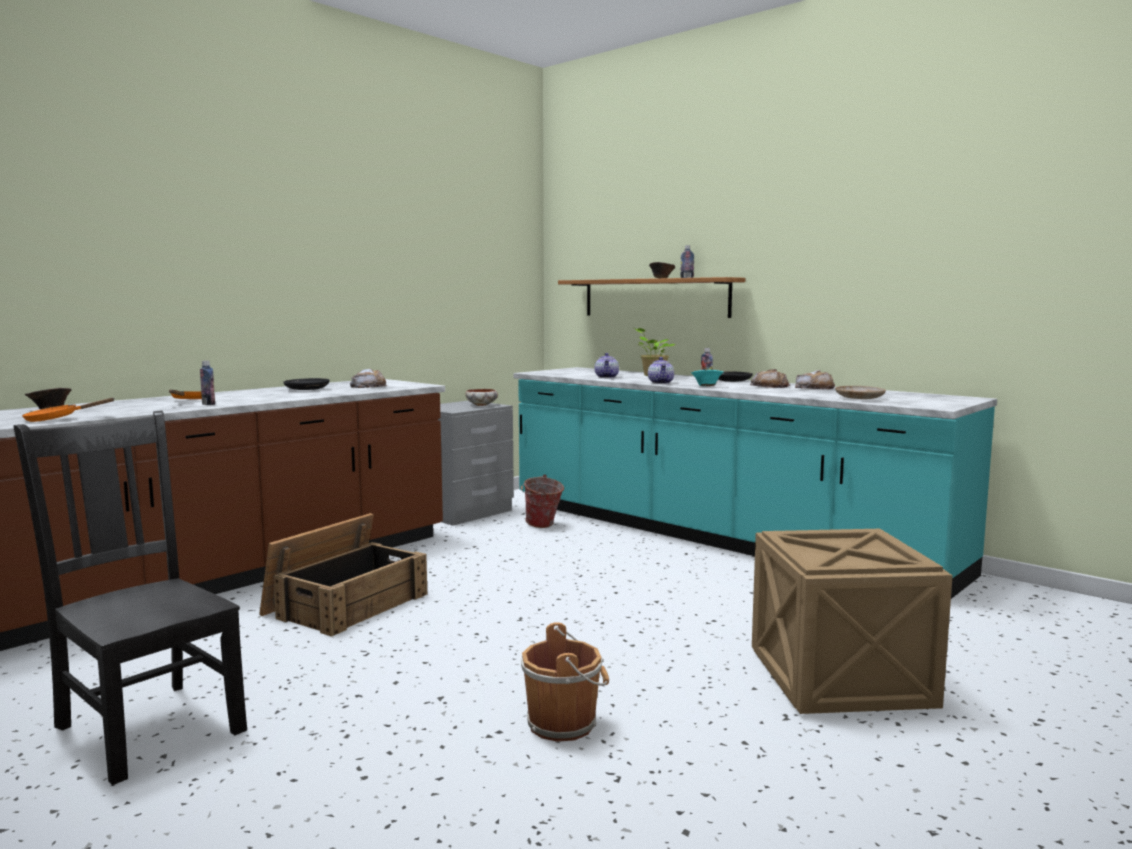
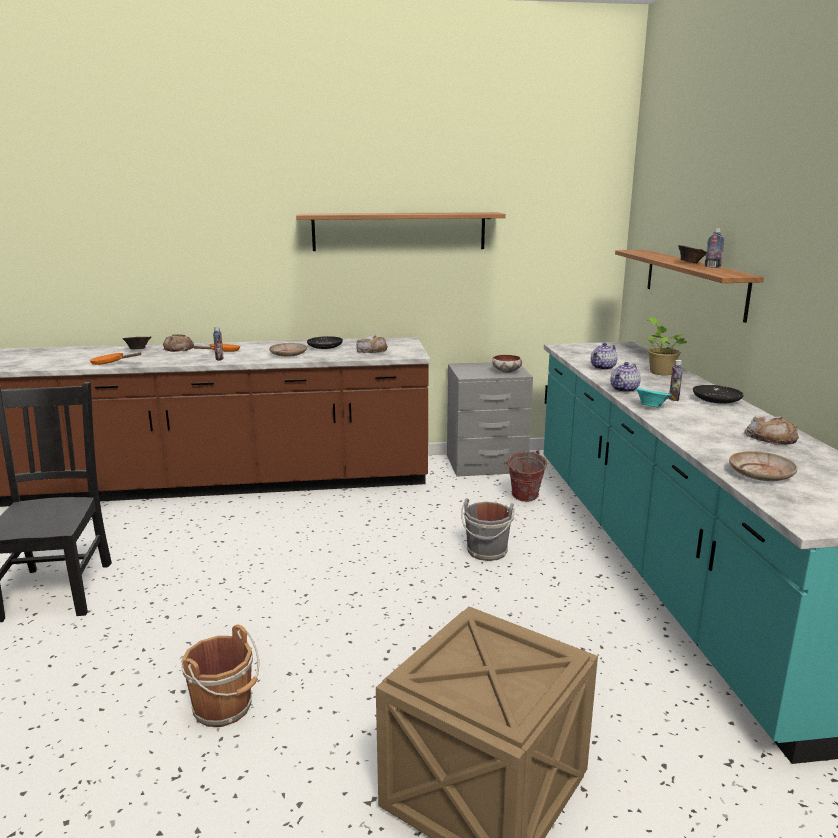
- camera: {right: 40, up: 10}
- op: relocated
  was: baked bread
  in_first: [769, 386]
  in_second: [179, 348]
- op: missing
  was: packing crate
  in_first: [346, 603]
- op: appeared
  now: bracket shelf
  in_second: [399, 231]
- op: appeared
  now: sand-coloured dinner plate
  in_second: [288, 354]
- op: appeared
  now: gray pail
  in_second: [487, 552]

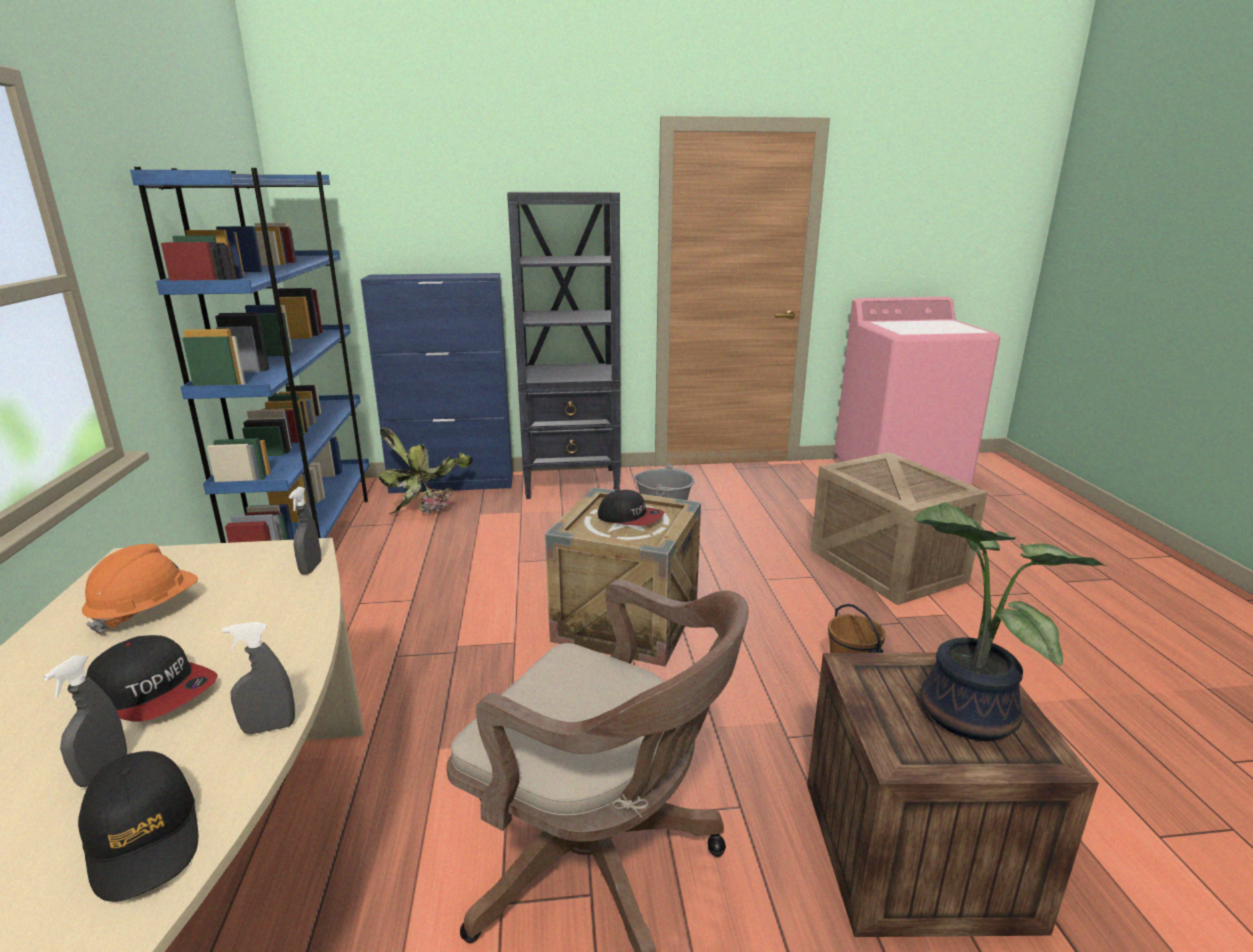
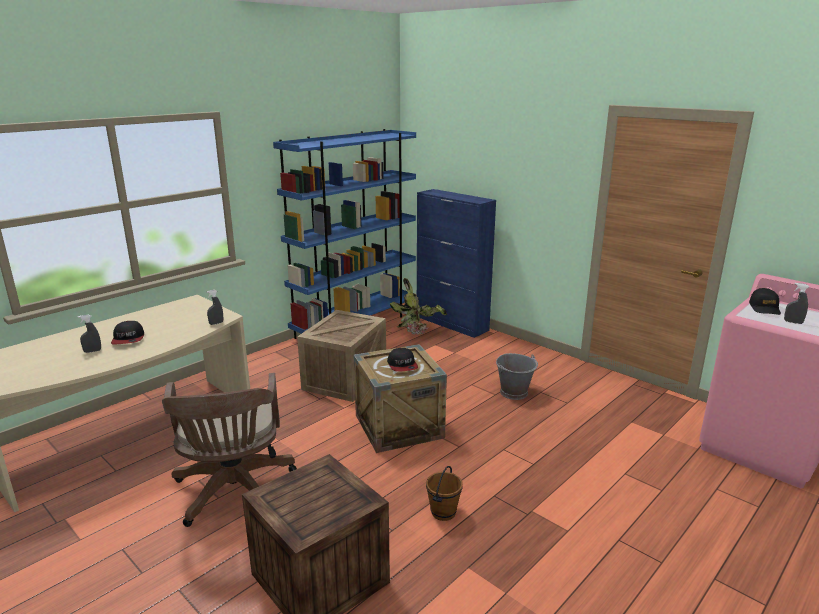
- camera: {right: 50, up: 0}
- op: missing
  was: black-coloured shelving unit
  in_first: [572, 483]
- op: relocated
  was: packing crate
  in_first: [889, 565]
  in_second: [345, 379]
- op: missing
  was: plant in a pot
  in_first: [960, 712]
- op: missing
  was: orangey hard hat
  in_first: [146, 610]
- op: relocated
  was: gray hand sprayer
  in_first: [269, 728]
  in_second: [793, 322]
- op: relocated
  was: black-coloured peaked cap
  in_first: [144, 837]
  in_second: [764, 308]

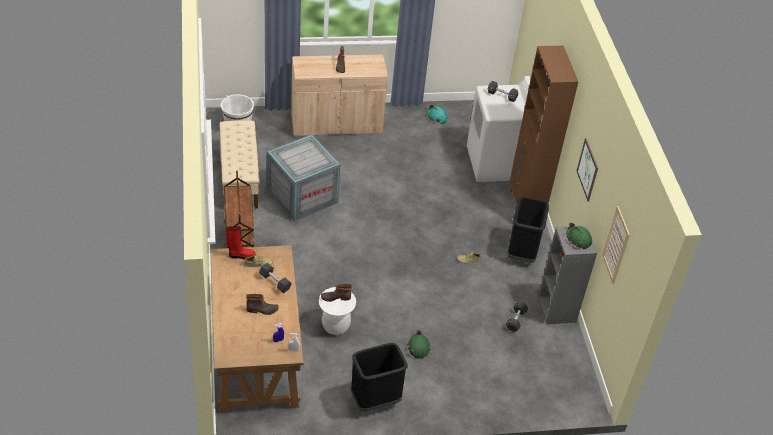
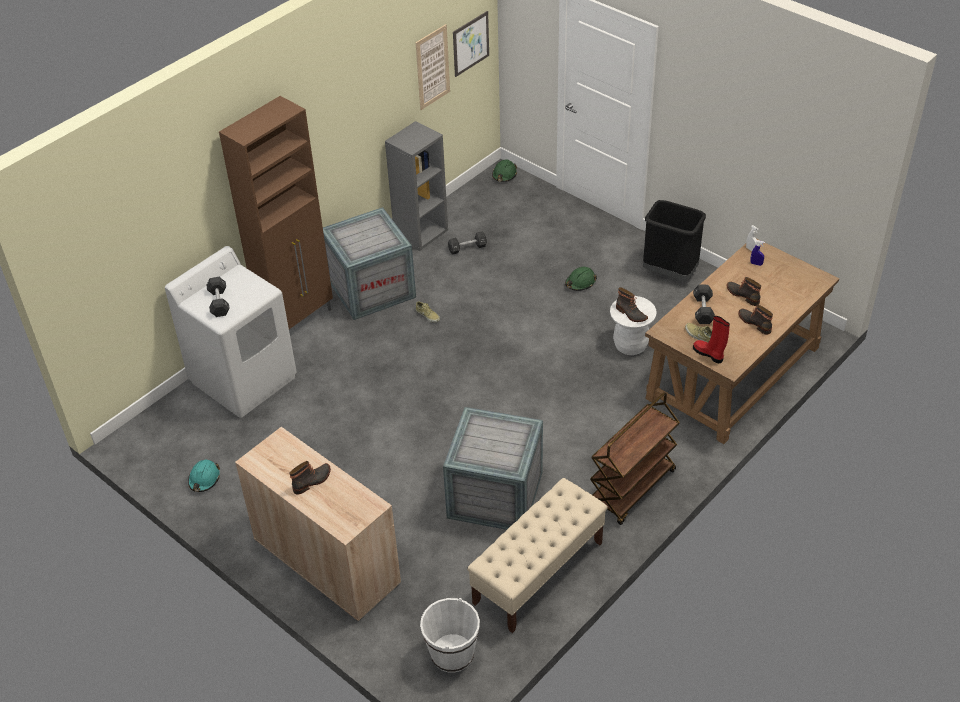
- camera: {right: -125, up: 0}
- op: relocated
  was: wall art
  in_first: [587, 169]
  in_second: [470, 43]
- op: exchanged
  was: black-coloured trash can
  now: packing crate
  in_first: [522, 253]
  in_second: [372, 288]
- op: relocated
  was: green hard hat
  in_first: [578, 239]
  in_second: [504, 175]
- op: appeared
  now: tall boot
  in_second: [755, 323]

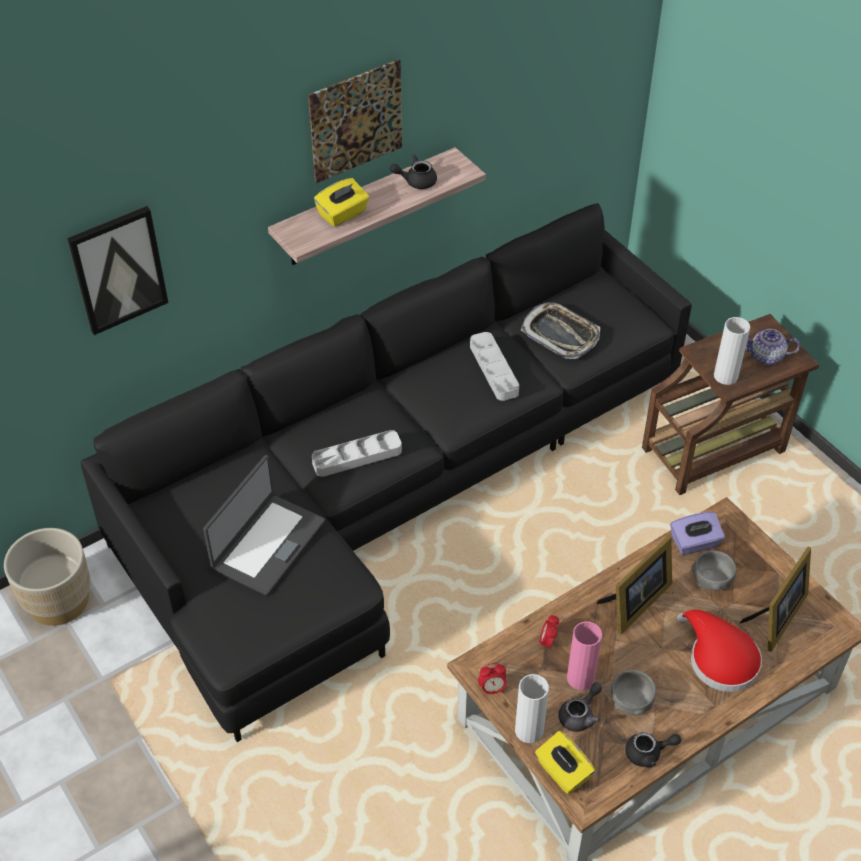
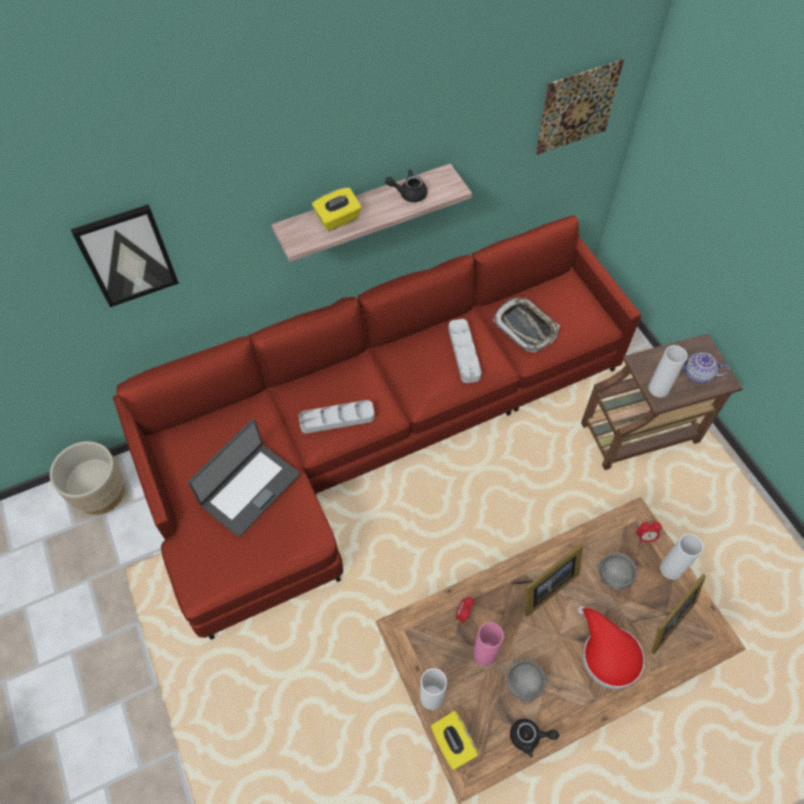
- camera: {right: 10, up: 10}
- op: relocated
  was: wall art
  in_first: [356, 121]
  in_second: [577, 107]
- op: colour
  was: black-coloured sofa
  now: reddish sofa
  in_first: [388, 492]
  in_second: [370, 434]
- op: missing
  was: purple box of tissues
  in_first: [694, 543]
- op: relocated
  was: alarm clock
  in_first: [492, 689]
  in_second: [645, 537]
- op: missing
  was: gray pot for tea
  in_first: [580, 715]
- op: appeared
  now: whitish flower vase
  in_second: [671, 569]

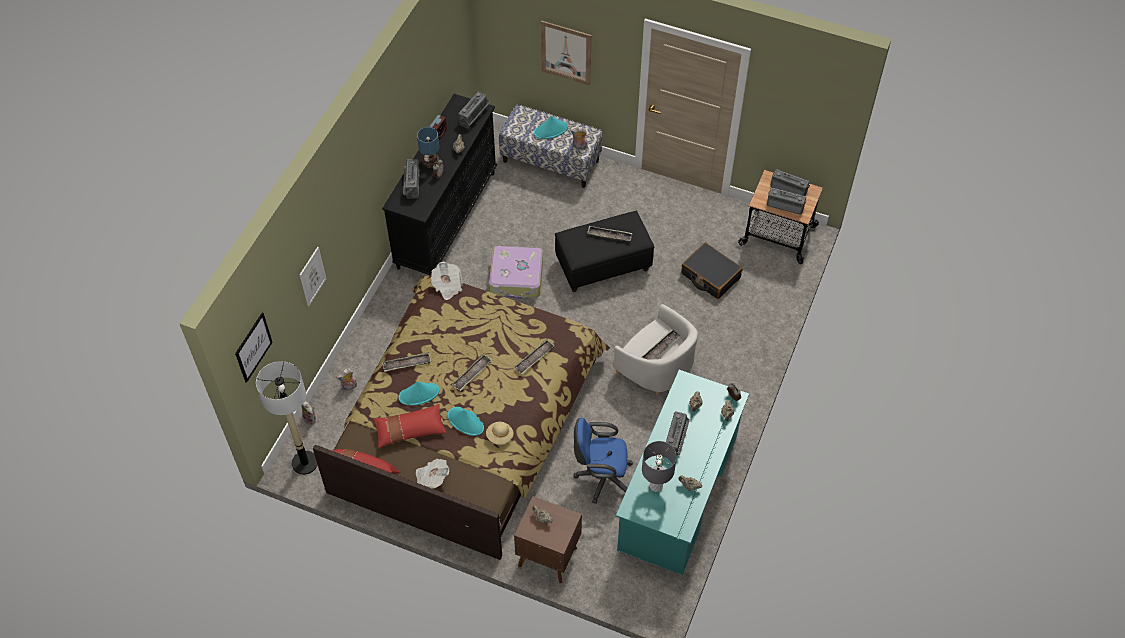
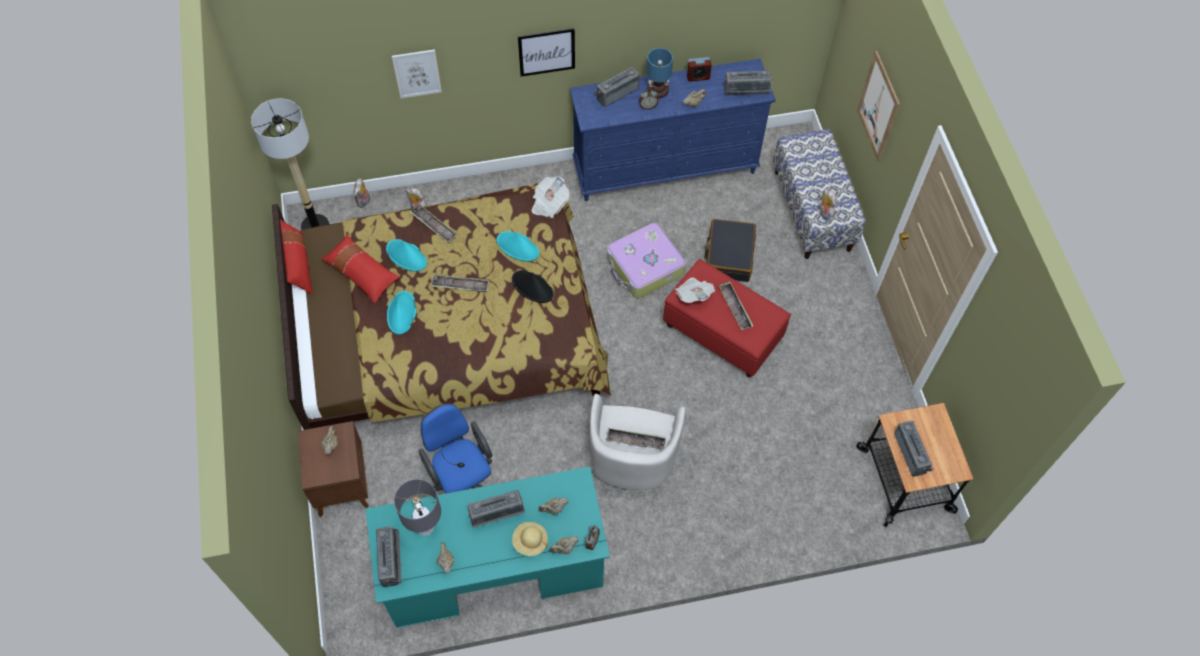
- camera: {right: 55, up: 5}
- op: colour
  was: black-coloured chest of drawers
  now: bluish chest of drawers
  in_first: [447, 219]
  in_second: [666, 169]
- op: relocated
  was: blue-green hat
  in_first: [551, 130]
  in_second: [518, 247]
- op: relocated
  was: radio receiver
  in_first: [789, 188]
  in_second: [392, 560]
- op: colour
  was: black-coloured footrest
  now: reddish footrest
  in_first: [602, 265]
  in_second: [721, 332]
- op: relocated
  was: black-coloured travel case
  in_first: [710, 276]
  in_second: [729, 256]
- op: relocated
  was: wall art
  in_first: [253, 347]
  in_second: [546, 52]
- op: missing
  was: tray
  in_first: [534, 358]
- op: relocated
  was: sand-coloured hat
  in_first: [500, 436]
  in_second: [530, 542]
- op: relocated
  was: daily paper
  in_first: [432, 478]
  in_second: [694, 295]
- op: appeared
  now: black-coloured hat
  in_second: [533, 287]

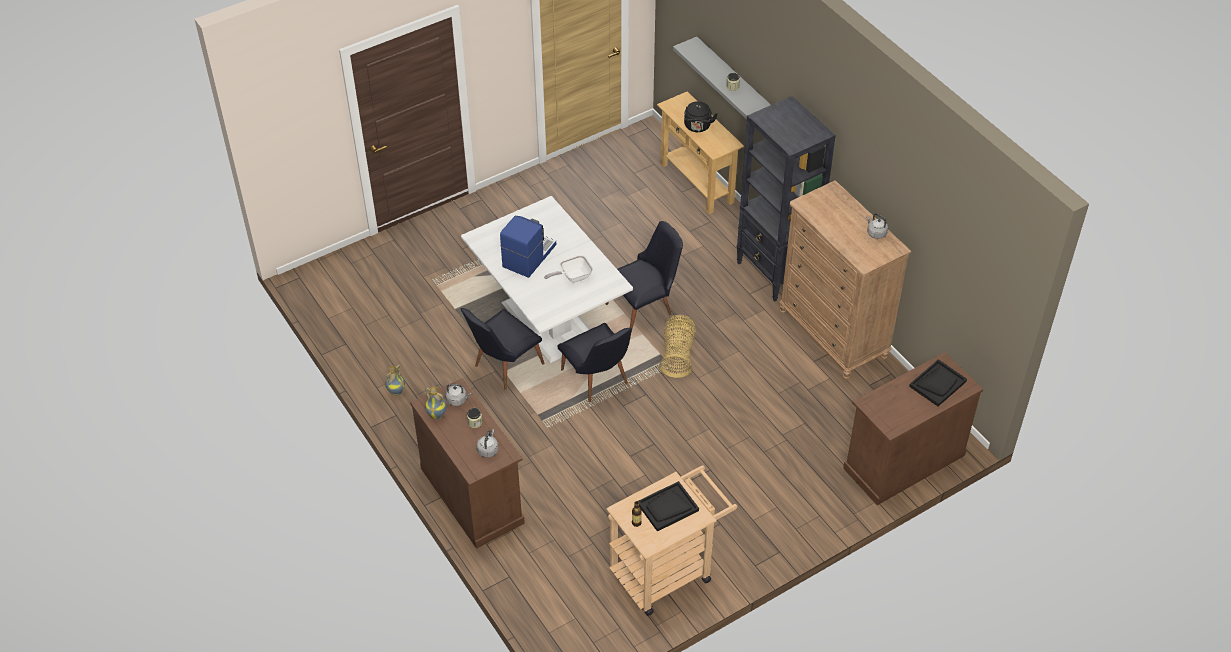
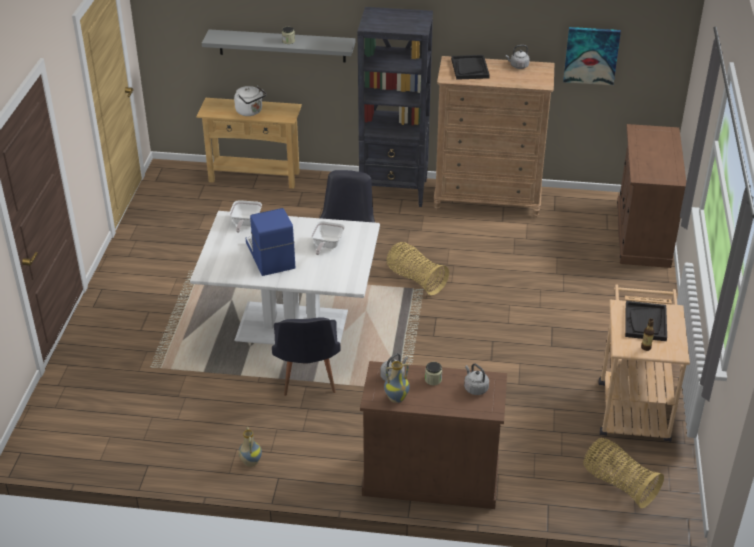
- camera: {right: -50, up: -10}
- op: colour
  was: black-coloured water kettle
  now: whitish water kettle
  in_first: [697, 127]
  in_second: [250, 112]
- op: missing
  was: black-coloured plain chair
  in_first: [597, 381]
- op: relocated
  was: black-coloured tray
  in_first: [937, 384]
  in_second: [469, 68]
- op: appeared
  now: wall art
  in_second: [591, 55]
- op: appeared
  now: frying pan
  in_second: [245, 224]
- op: appeared
  now: storage basket
  in_second: [618, 484]

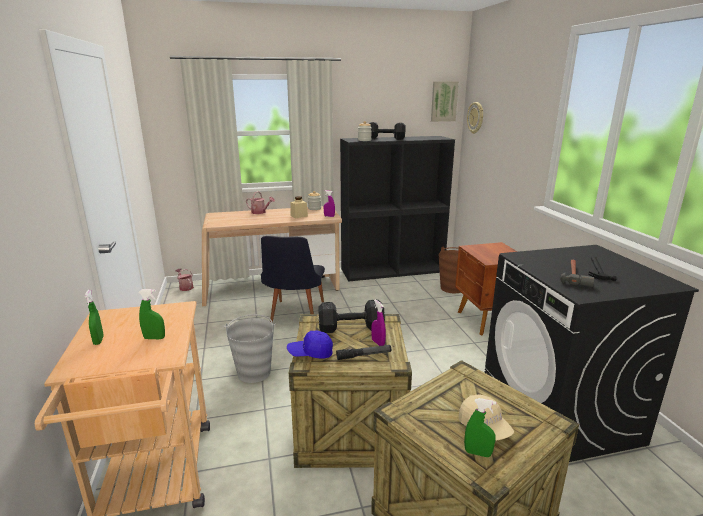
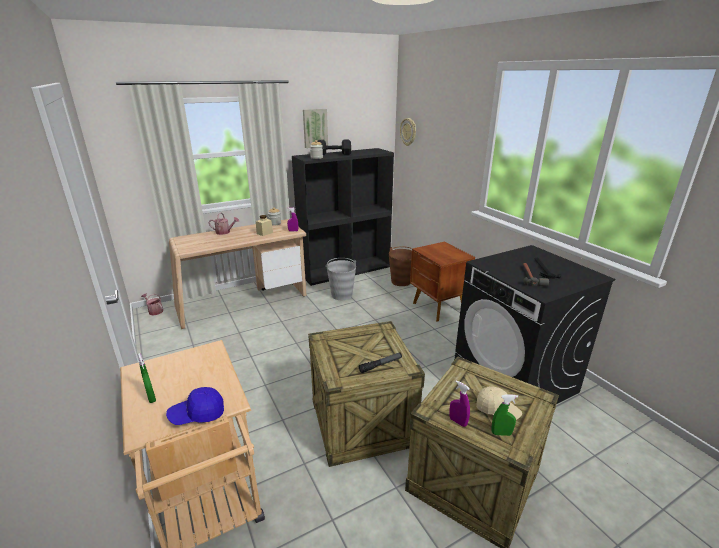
- camera: {right: -15, up: 5}
- op: relocated
  was: wall art
  in_first: [443, 101]
  in_second: [315, 128]
- op: missing
  was: black-coloured plain chair
  in_first: [294, 316]
- op: missing
  was: green hand sprayer
  in_first: [154, 338]
- op: missing
  was: black-coloured dumbbell
  in_first: [349, 327]
- op: relocated
  was: purple hand sprayer
  in_first: [378, 343]
  in_second: [458, 422]
- op: relocated
  was: gray pail
  in_first: [254, 372]
  in_second: [341, 295]
- op: relocated
  was: bluish peaked cap
  in_first: [310, 353]
  in_second: [197, 415]

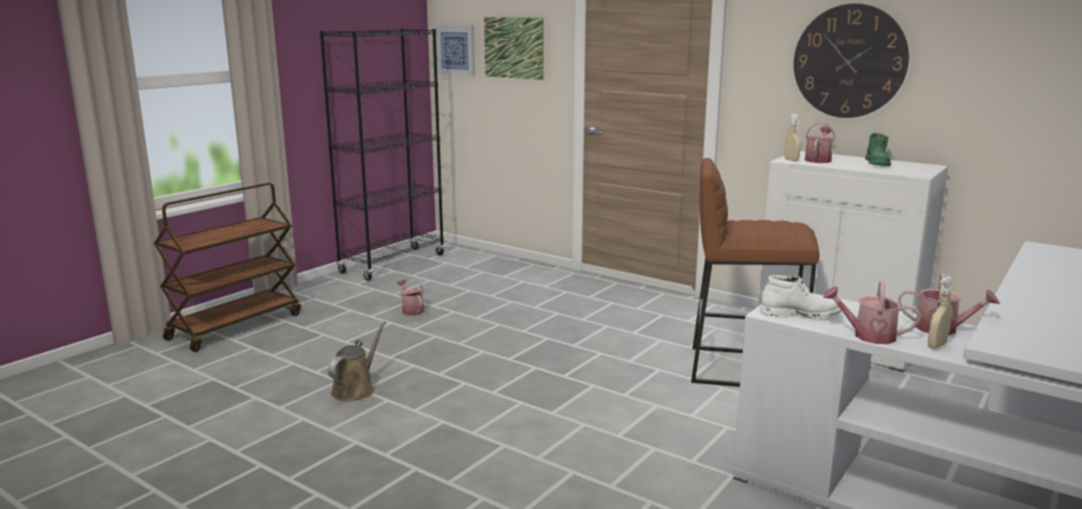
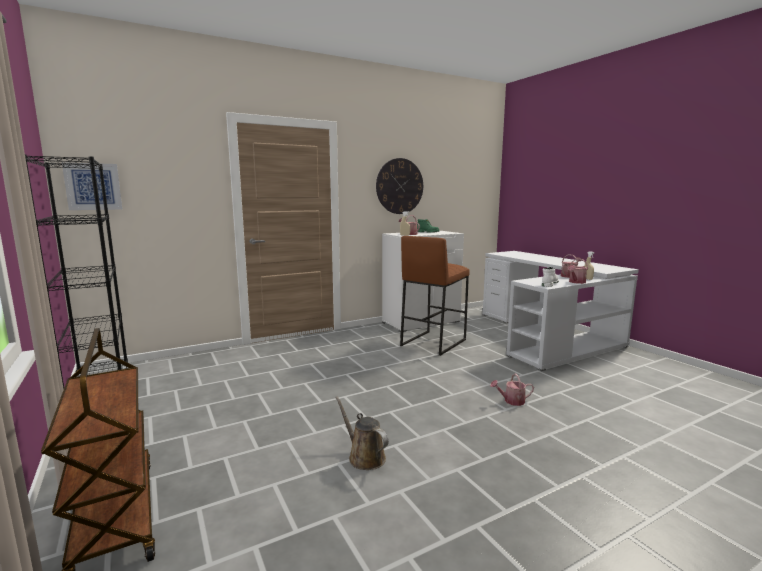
- camera: {right: -65, up: -5}
- op: missing
  was: wall art
  in_first: [513, 47]
- op: relocated
  was: sprinkling can
  in_first: [411, 310]
  in_second: [511, 401]

